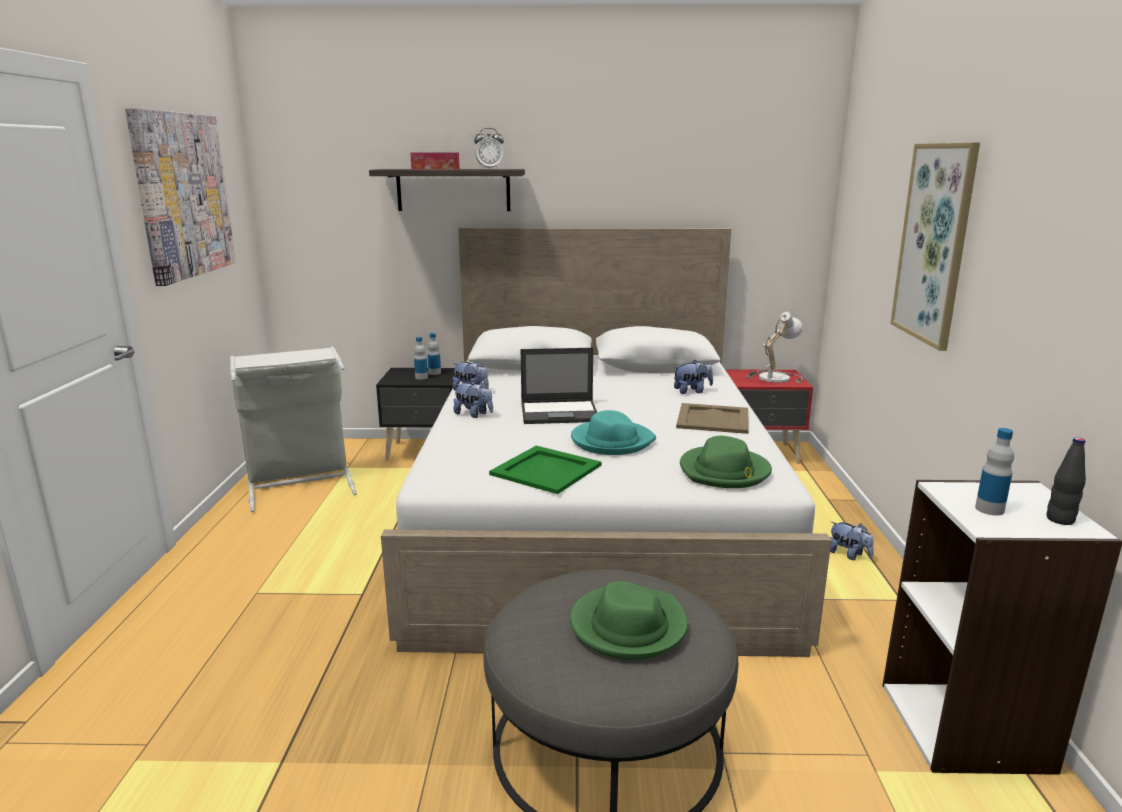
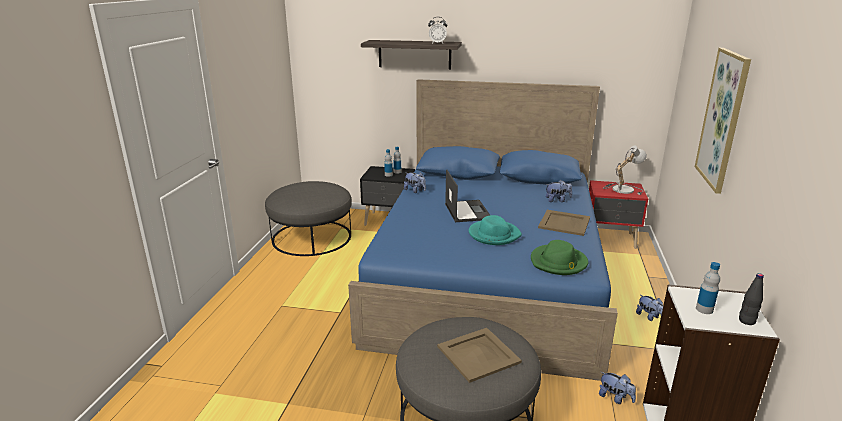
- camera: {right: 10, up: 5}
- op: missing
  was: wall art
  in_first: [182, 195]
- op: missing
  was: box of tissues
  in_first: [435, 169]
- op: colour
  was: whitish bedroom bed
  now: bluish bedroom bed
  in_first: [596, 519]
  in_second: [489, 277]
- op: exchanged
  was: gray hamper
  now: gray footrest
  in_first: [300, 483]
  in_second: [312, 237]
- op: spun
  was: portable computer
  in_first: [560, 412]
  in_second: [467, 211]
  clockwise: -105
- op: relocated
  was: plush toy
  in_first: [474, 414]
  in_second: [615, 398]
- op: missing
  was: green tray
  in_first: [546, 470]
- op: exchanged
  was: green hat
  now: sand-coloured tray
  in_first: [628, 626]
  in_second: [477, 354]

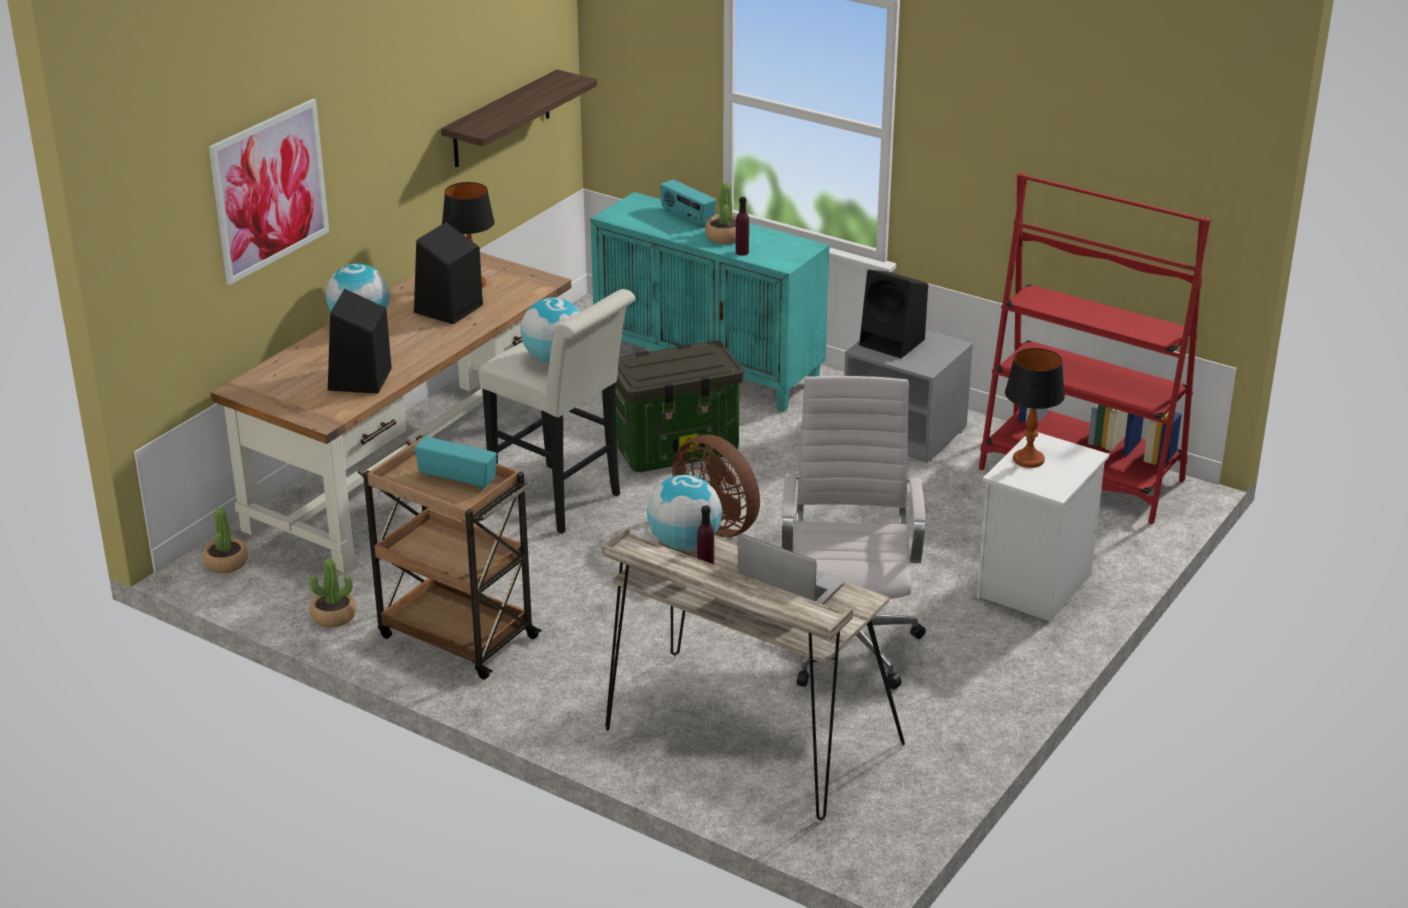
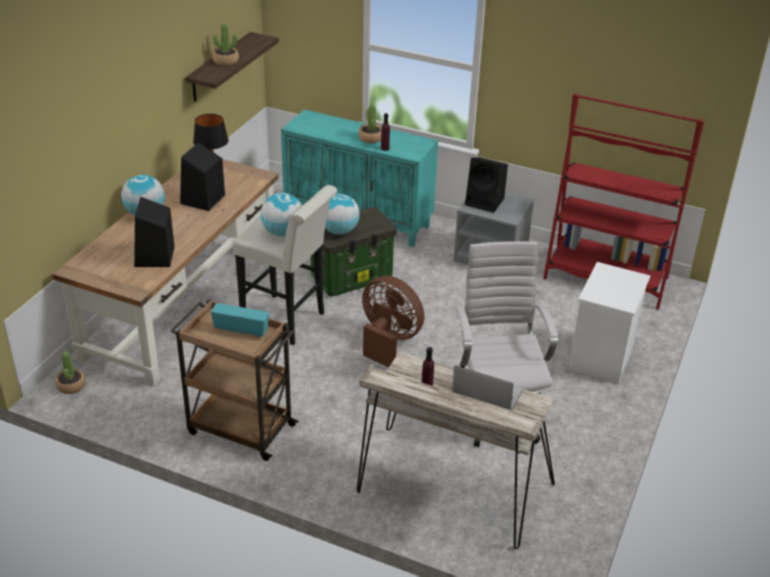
- camera: {right: -10, up: 5}
- op: missing
  was: wall art
  in_first: [269, 190]
- op: missing
  was: radio receiver
  in_first: [687, 217]
- op: missing
  was: table lamp
  in_first: [1029, 460]
- op: relocated
  was: globe
  in_first: [684, 543]
  in_second: [339, 231]
- op: relocated
  was: plant in a pot
  in_first: [333, 616]
  in_second: [226, 61]

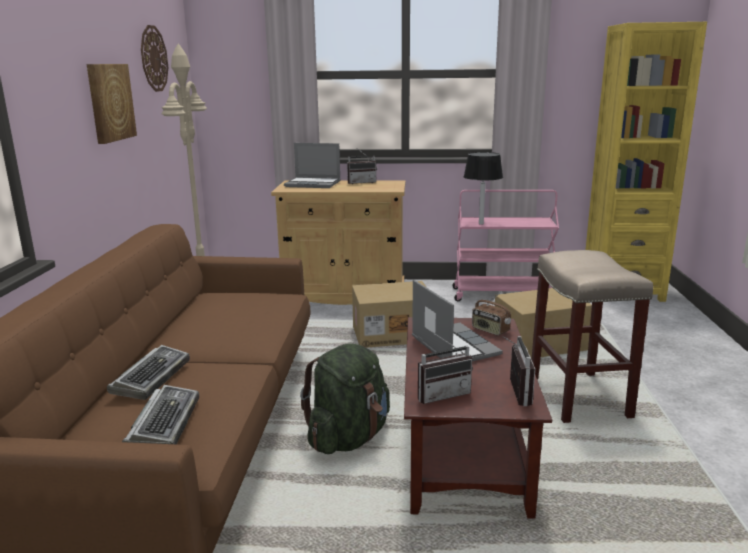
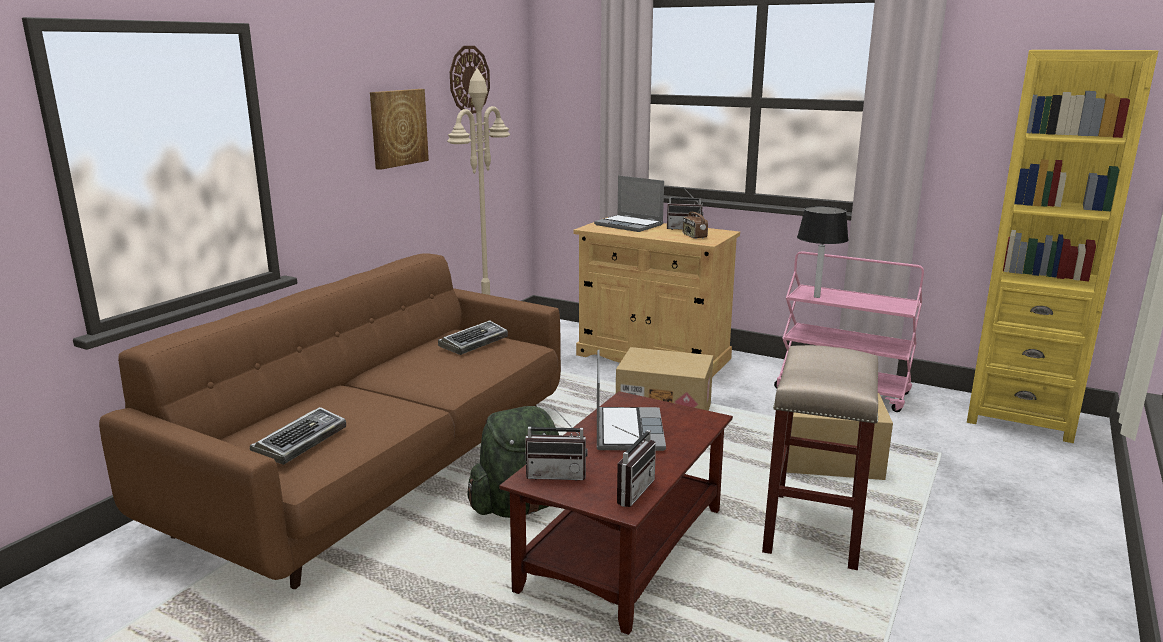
- camera: {right: 25, up: 0}
- op: relocated
  was: radio receiver
  in_first: [490, 330]
  in_second: [694, 236]
- op: relocated
  was: computer keyboard
  in_first: [152, 377]
  in_second: [474, 342]

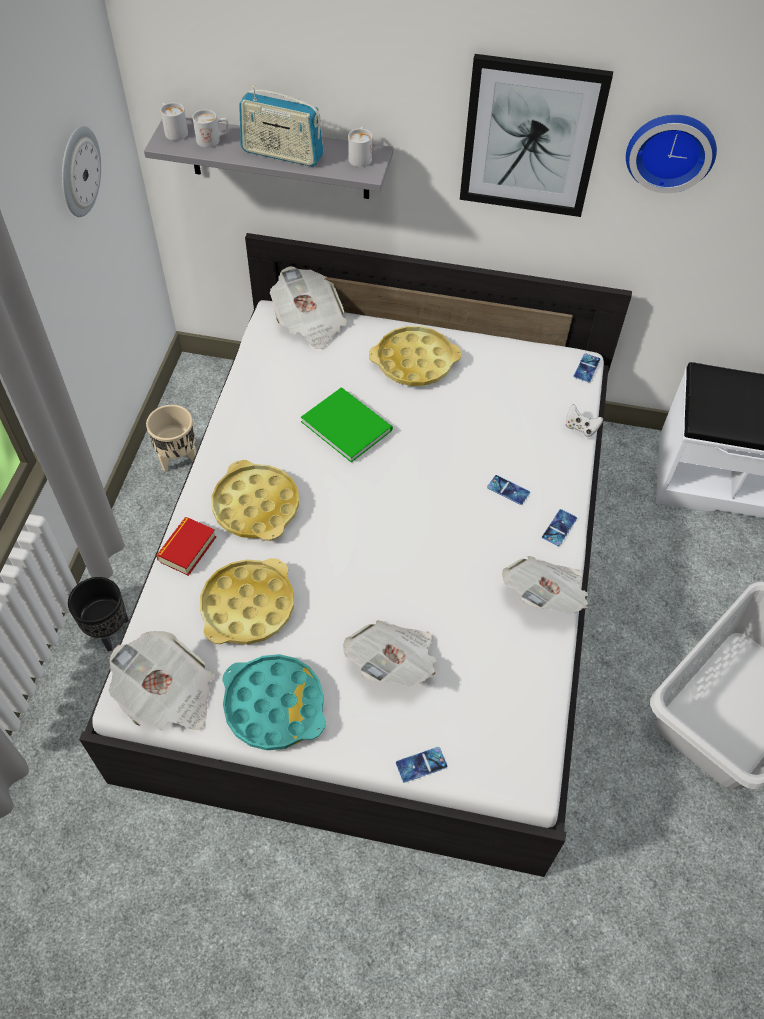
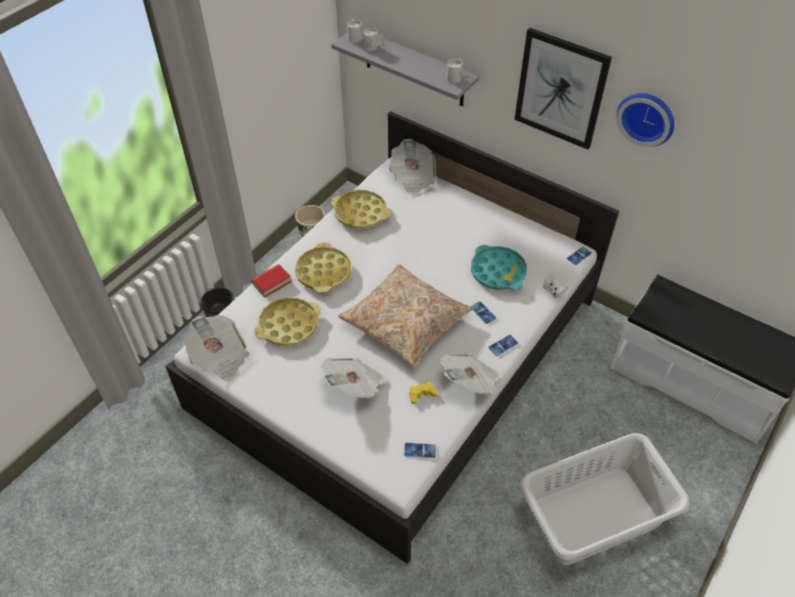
- camera: {right: 25, up: -5}
- op: missing
  was: radio receiver
  in_first: [282, 154]
- op: missing
  was: hanging clock
  in_first: [78, 171]
- op: relocated
  was: yellow-coloured tray
  in_first: [414, 362]
  in_second: [360, 213]
- op: missing
  was: green bound book
  in_first: [346, 423]
- op: relocated
  was: blue-green tray
  in_first: [274, 705]
  in_second: [498, 272]
- op: relocated
  was: telephone
  in_first: [421, 764]
  in_second: [420, 450]
- op: appeared
  now: sand-coloured throw pillow
  in_second: [405, 322]
- op: appeared
  now: yellow-coloured gamepad
  in_second: [421, 394]

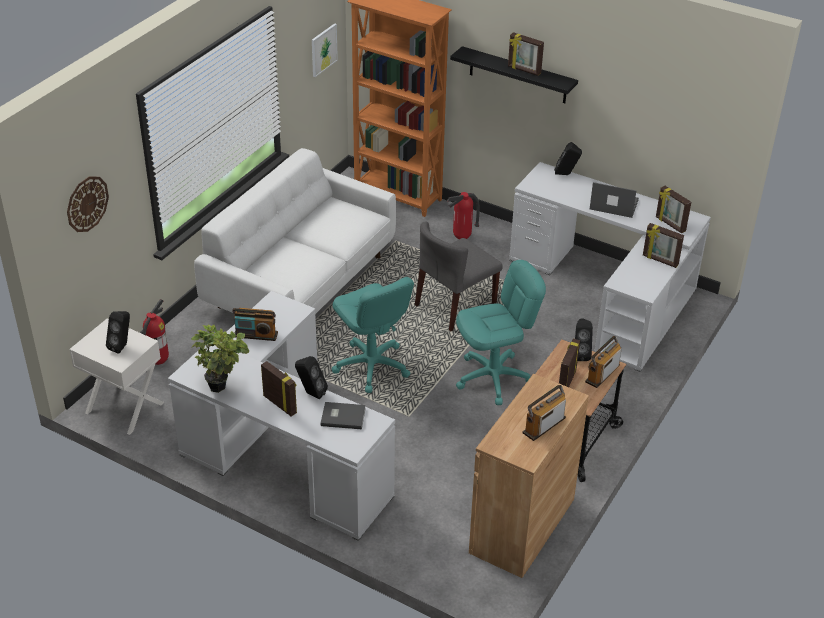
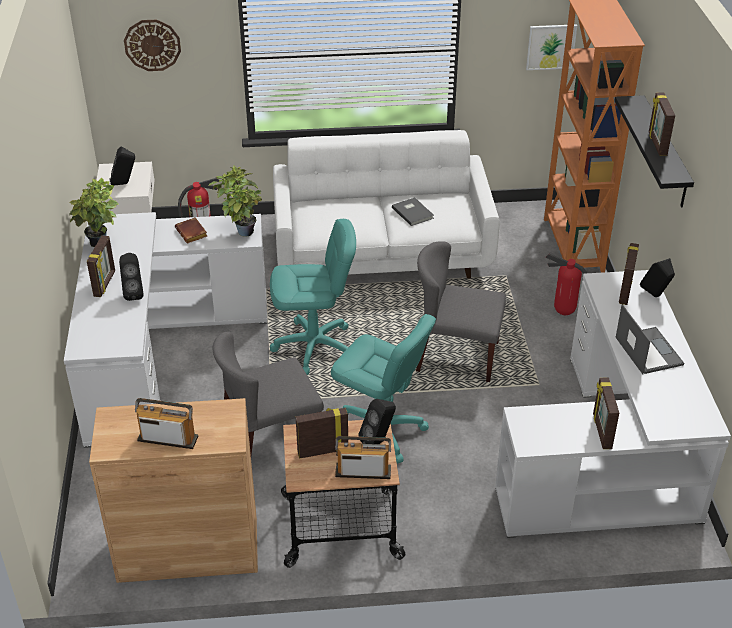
- camera: {right: 55, up: 0}
- op: relocated
  was: standing frame
  in_first: [670, 224]
  in_second: [624, 291]
- op: spun
  was: blue-green desk chair
  in_first: [371, 366]
  in_second: [314, 346]
  clockwise: -120
- op: exchanged
  was: radio receiver
  now: brown-coloured bound book
  in_first: [256, 335]
  in_second: [192, 233]
- op: relocated
  was: gray bound book
  in_first: [342, 416]
  in_second: [413, 212]
- op: appeared
  now: plant in a pot
  in_second: [241, 231]
- op: appeared
  now: gray plain chair
  in_second: [270, 441]

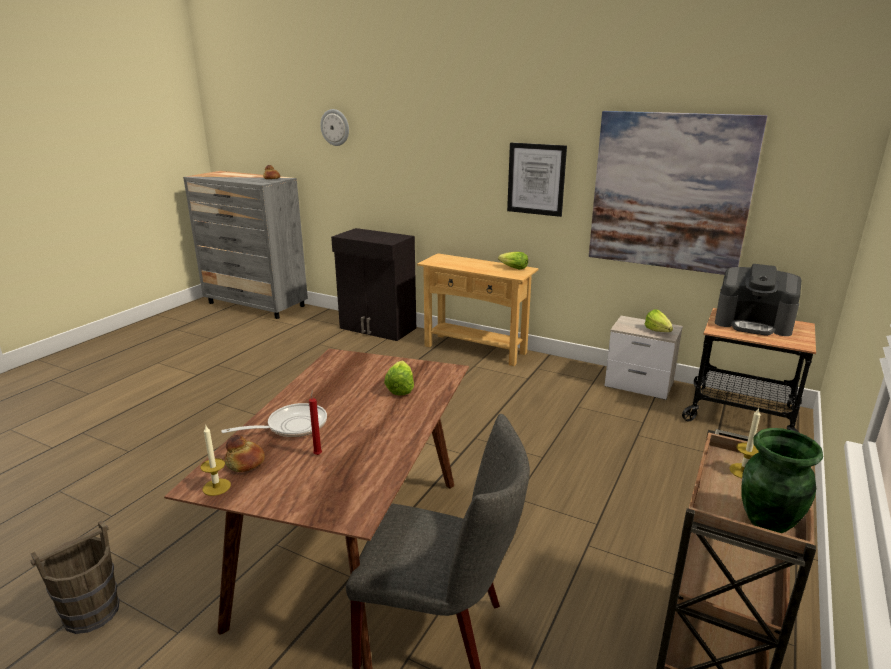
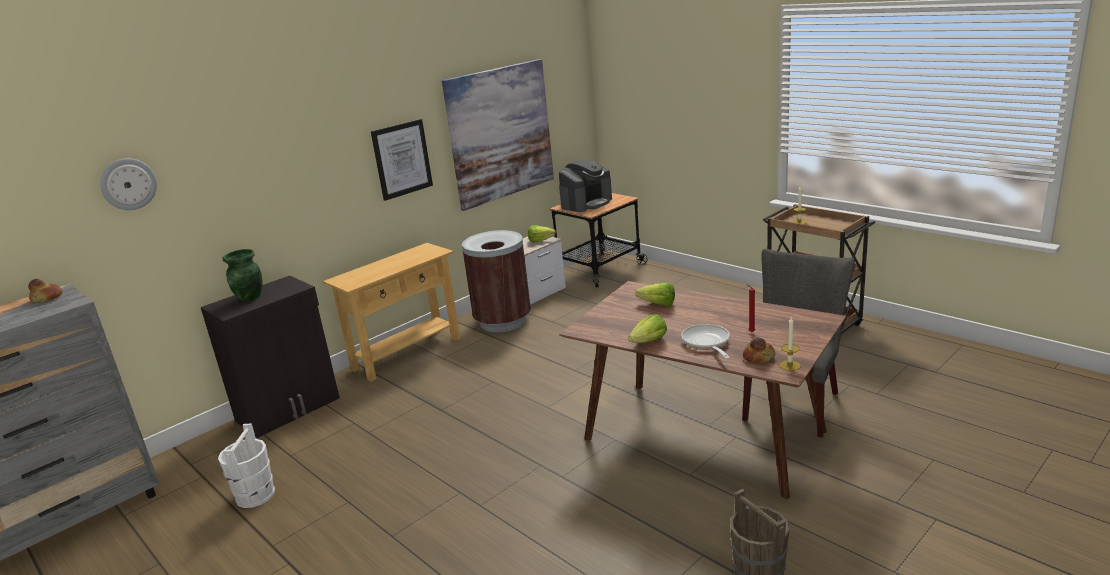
- camera: {right: -70, up: 0}
- op: relocated
  was: lettuce
  in_first: [513, 268]
  in_second: [649, 342]
- op: relocated
  was: green flower vase
  in_first: [768, 522]
  in_second: [250, 298]
- op: appeared
  now: brown-coloured trash can
  in_second: [503, 321]
- op: appeared
  now: whitish pail
  in_second: [255, 495]

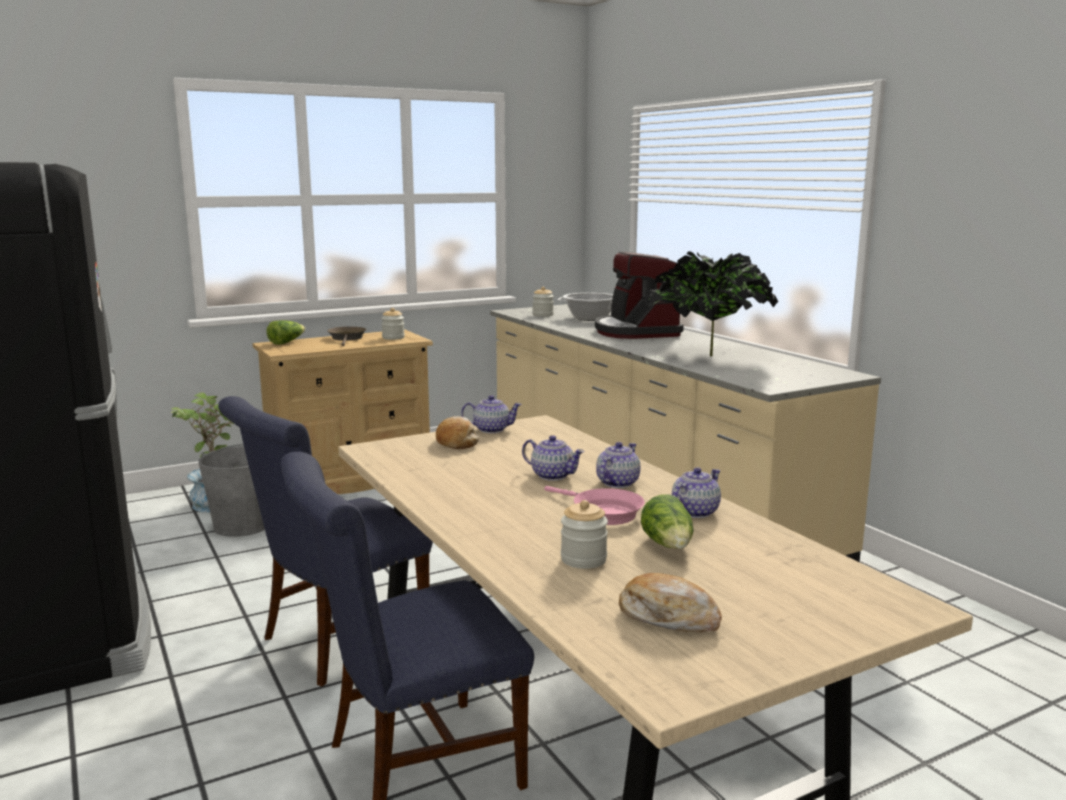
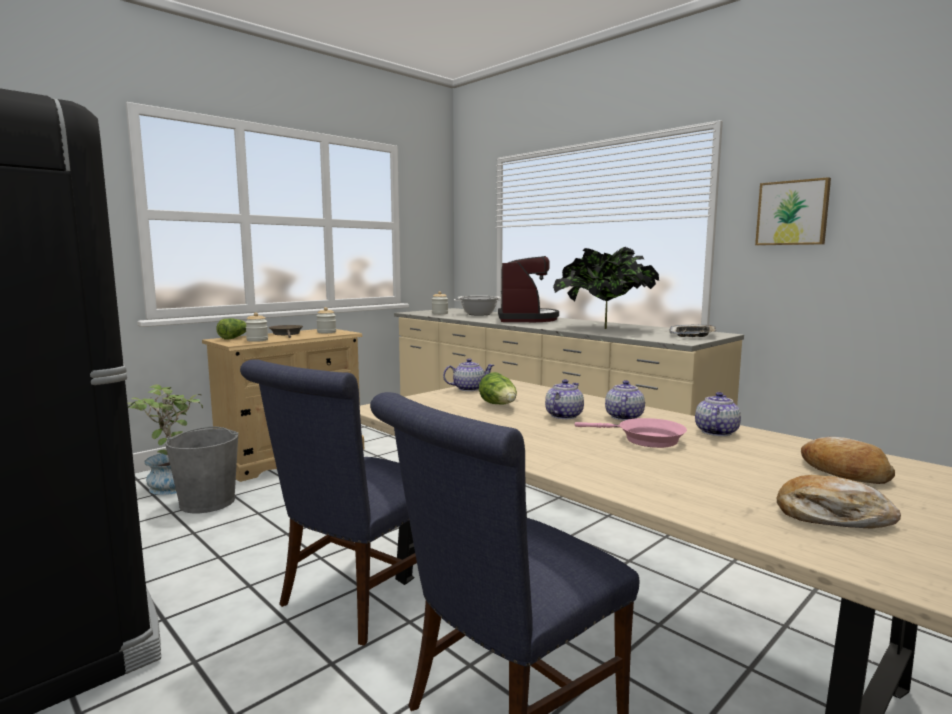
- camera: {right: -15, up: -5}
- op: spun
  was: coffee maker
  in_first: [636, 332]
  in_second: [526, 319]
  clockwise: -150
- op: relocated
  was: baked bread
  in_first: [456, 442]
  in_second: [843, 472]
- op: spun
  was: pot for tea
  in_first: [552, 475]
  in_second: [563, 416]
  clockwise: -75
- op: relocated
  was: lettuce
  in_first: [669, 546]
  in_second: [499, 405]
- op: relocated
  was: jar
  in_first: [583, 559]
  in_second: [257, 340]
- op: appeared
  now: wall art
  in_second: [792, 213]
- op: appeared
  now: tray
  in_second: [693, 335]

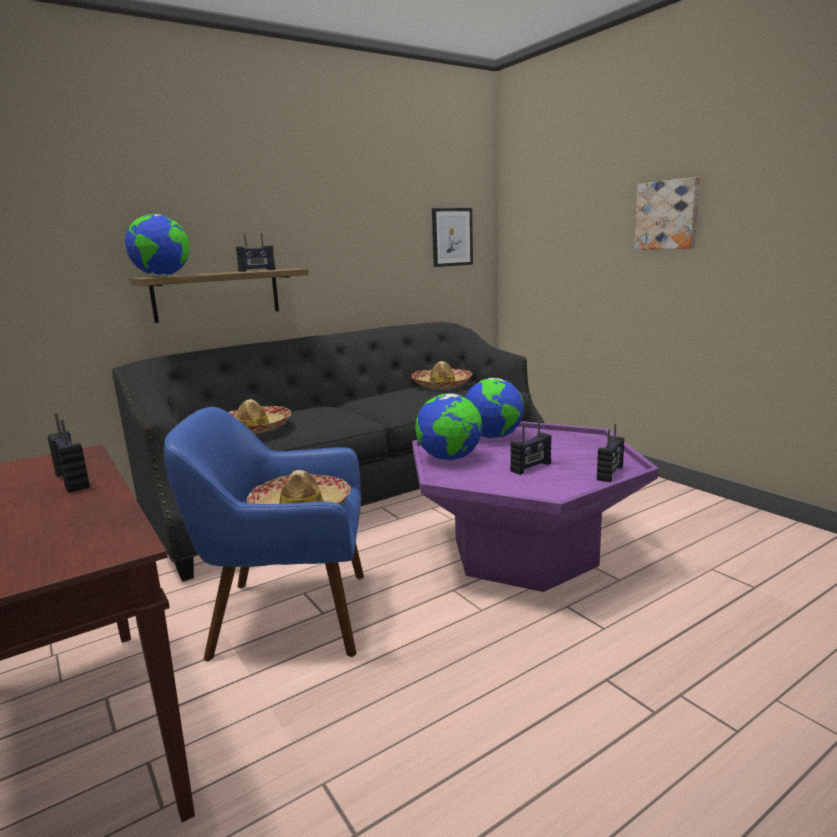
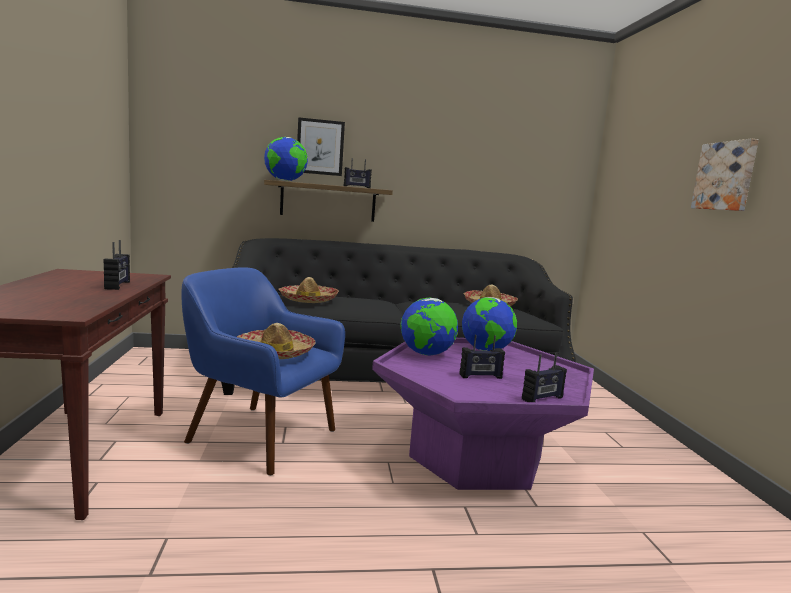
- camera: {right: 25, up: -5}
- op: relocated
  was: wall art
  in_first: [452, 237]
  in_second: [320, 147]

